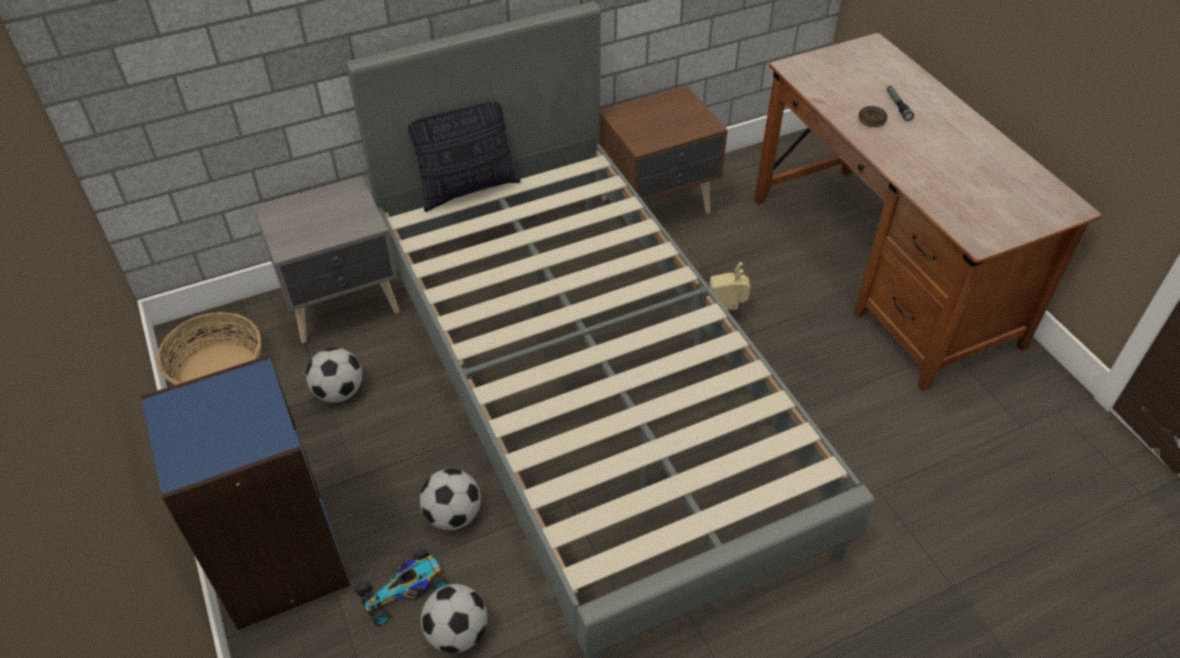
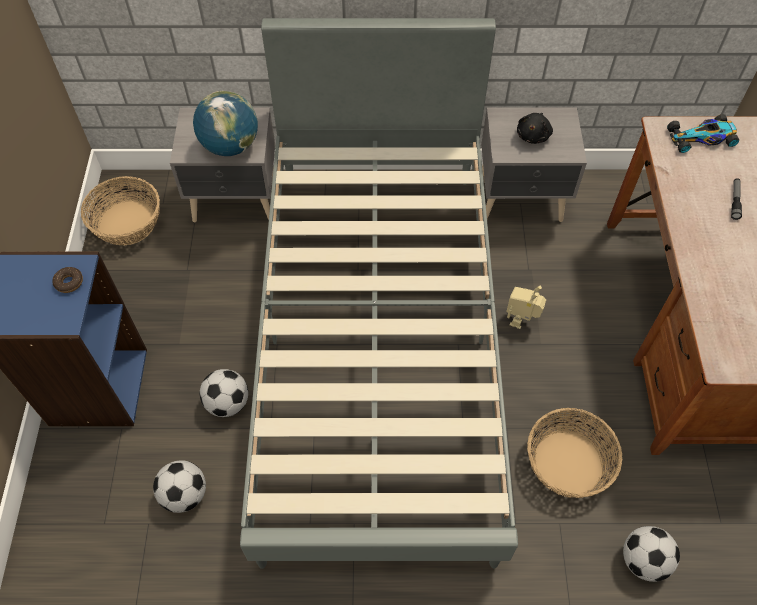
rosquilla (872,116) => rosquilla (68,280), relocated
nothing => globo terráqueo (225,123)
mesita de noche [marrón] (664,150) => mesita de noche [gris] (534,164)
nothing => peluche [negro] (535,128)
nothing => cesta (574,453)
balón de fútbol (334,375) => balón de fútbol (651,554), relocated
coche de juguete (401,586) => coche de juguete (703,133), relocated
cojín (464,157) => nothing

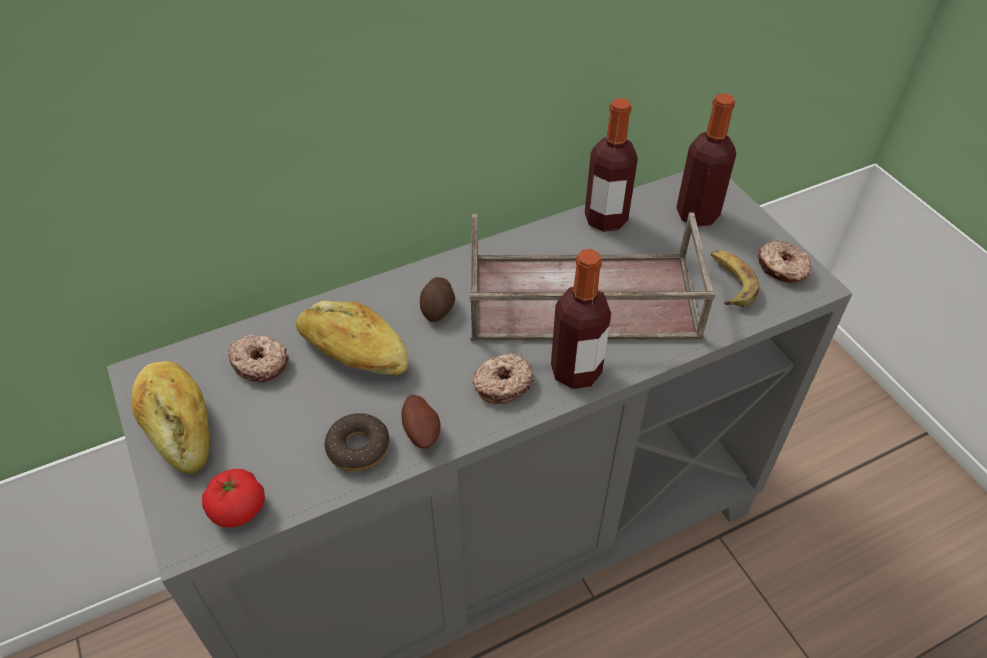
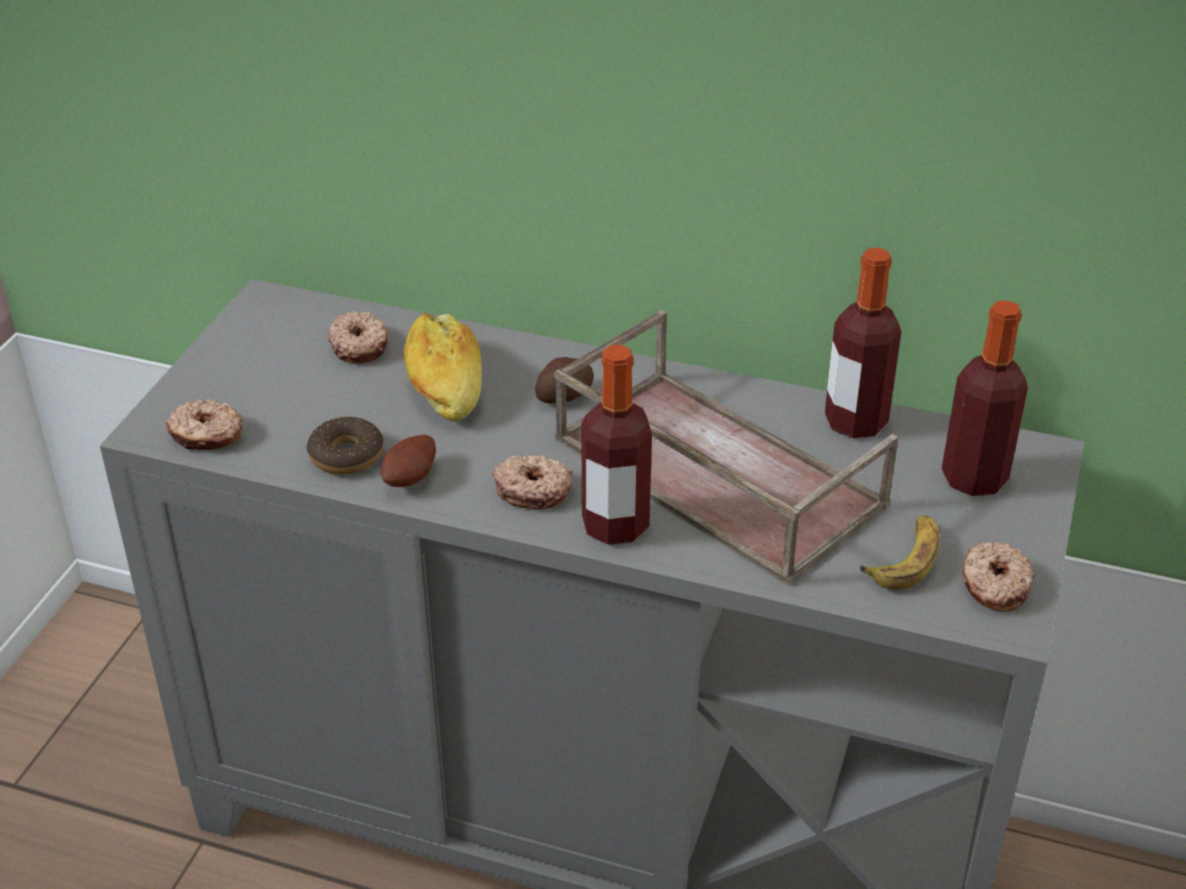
tomate (233,498) => rosquilla (204,424)
pan (170,417) => nothing

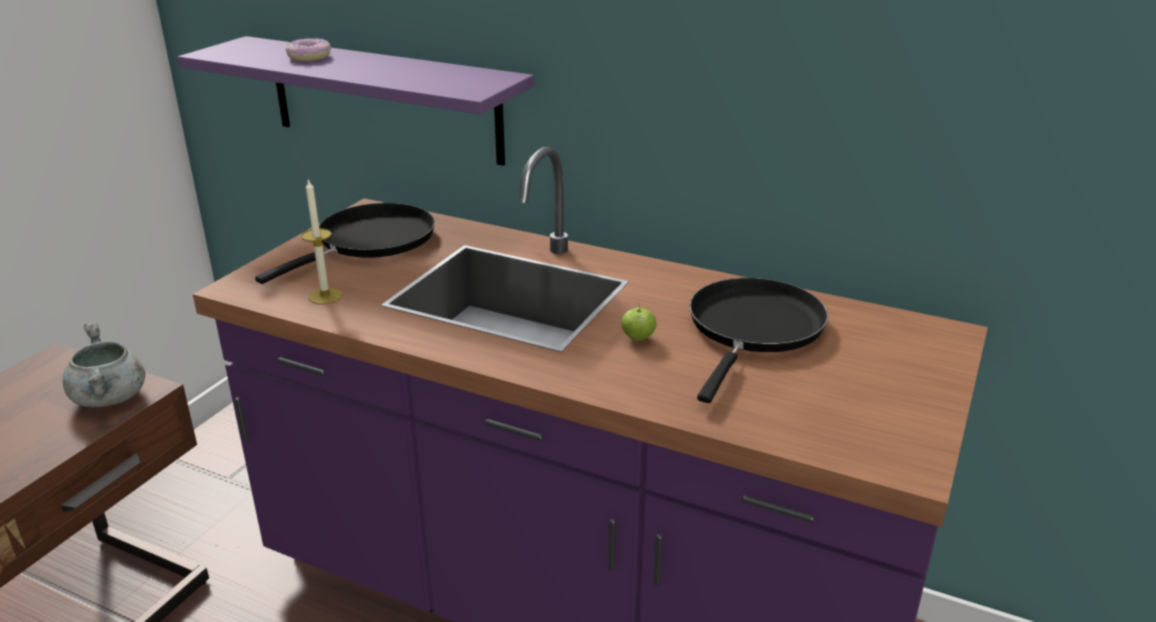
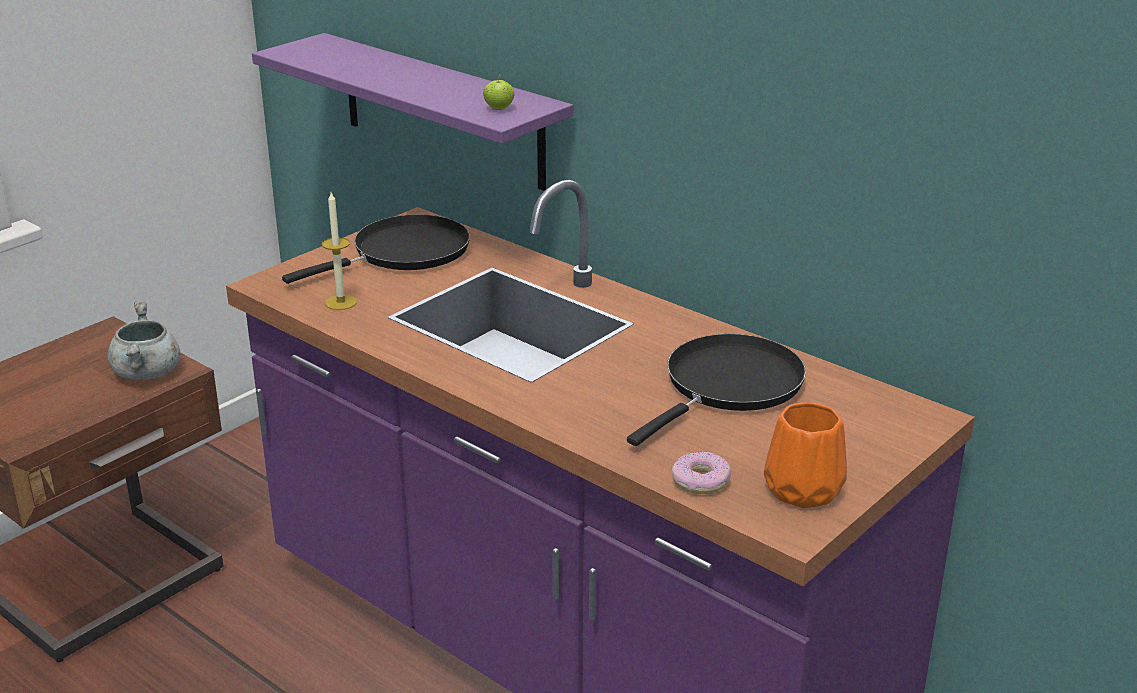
manzana (639,321) => manzana (498,92), relocated
rosquilla (308,49) => rosquilla (701,473), relocated
nothing => florero [naranja] (805,455)

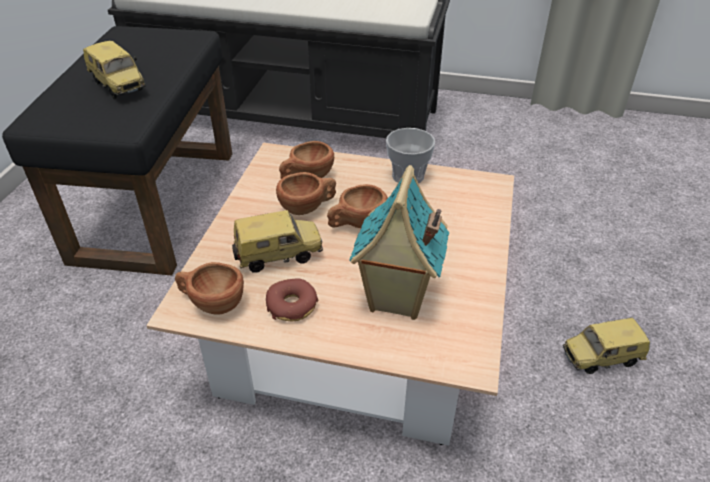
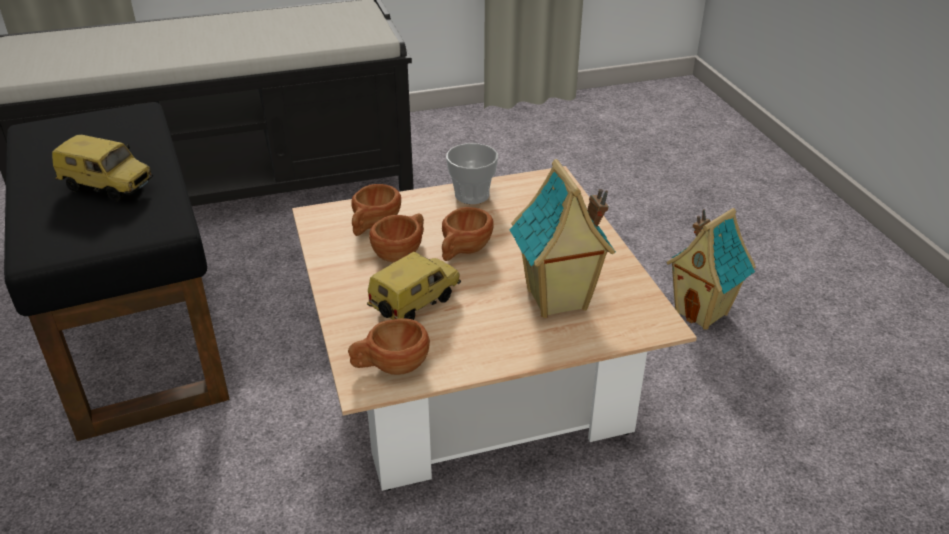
coche de juguete (606,346) => casita (711,269)
rosquilla (292,300) => nothing

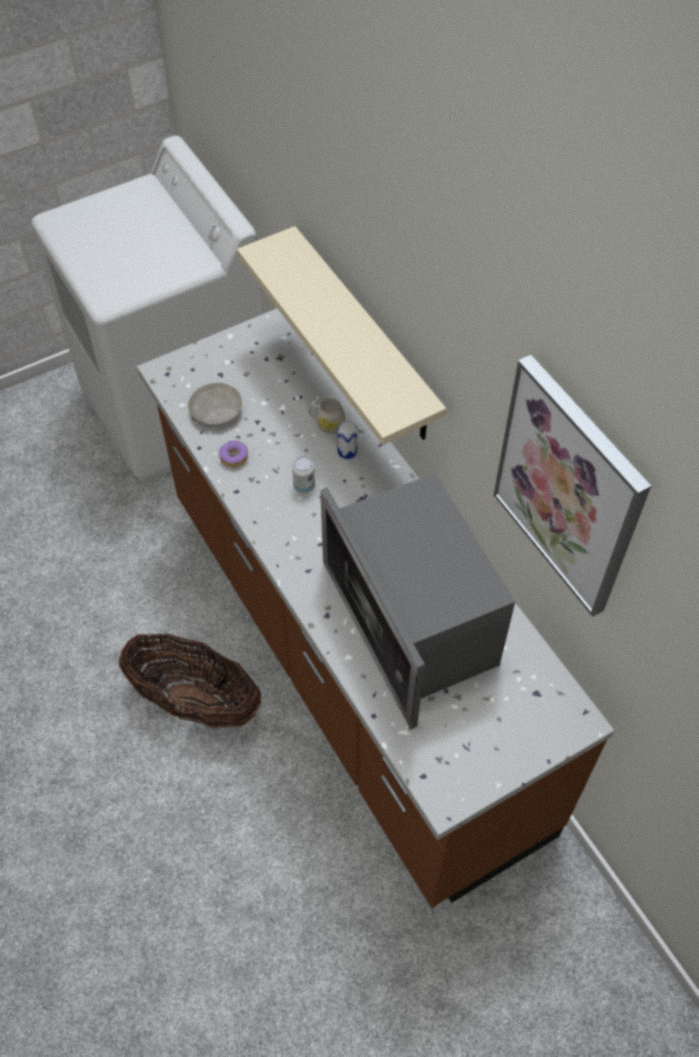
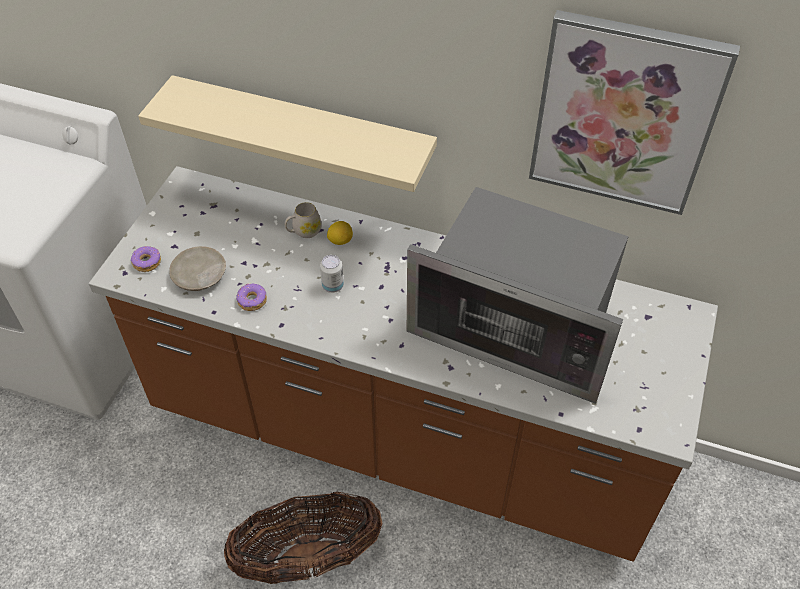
nothing => rosquilla (146,259)
lata (347,440) => limón (340,233)

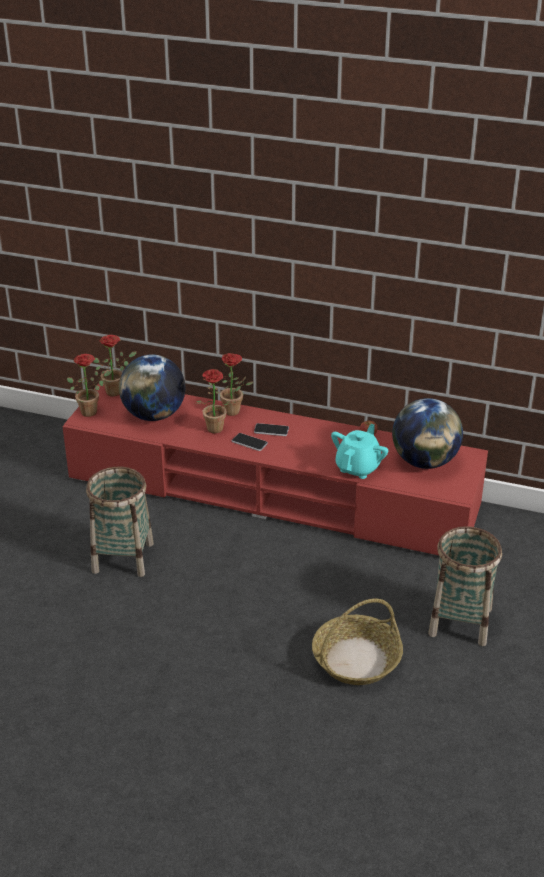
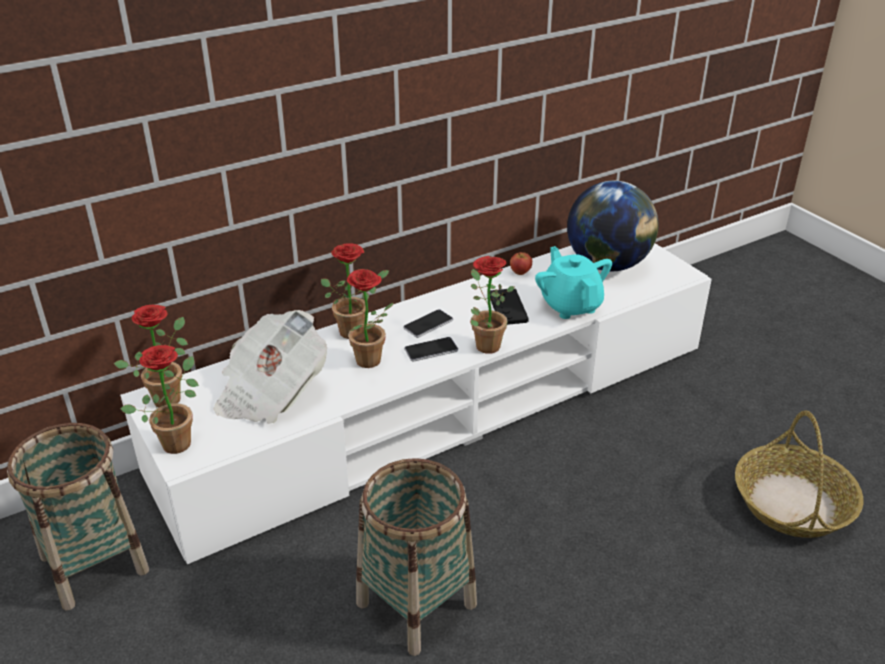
cesta (465,586) => cesta (78,516), relocated
mueble de televisión [rojo] (275,469) => mueble de televisión [blanco] (416,403)
globo terráqueo (152,387) => periódico (270,367)
nothing => planta en maceta (492,305)
nothing => mando de consola [negro] (509,307)

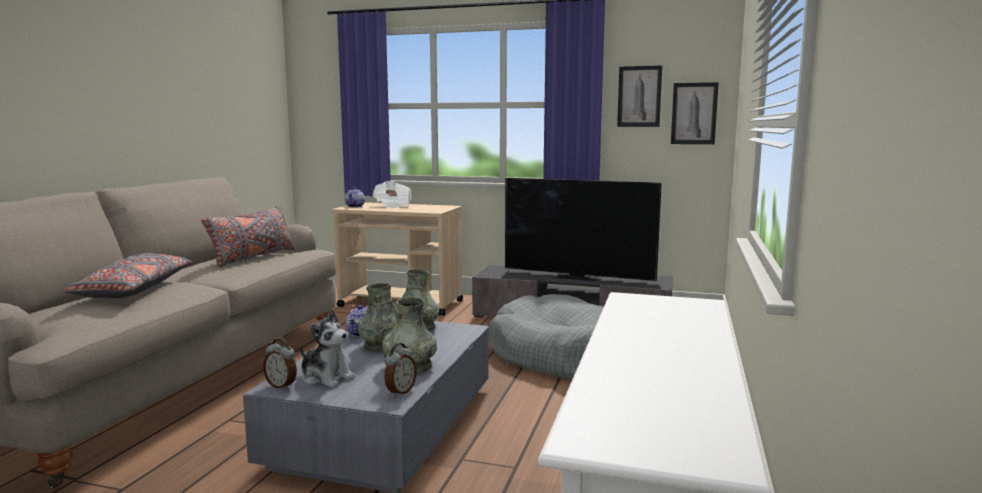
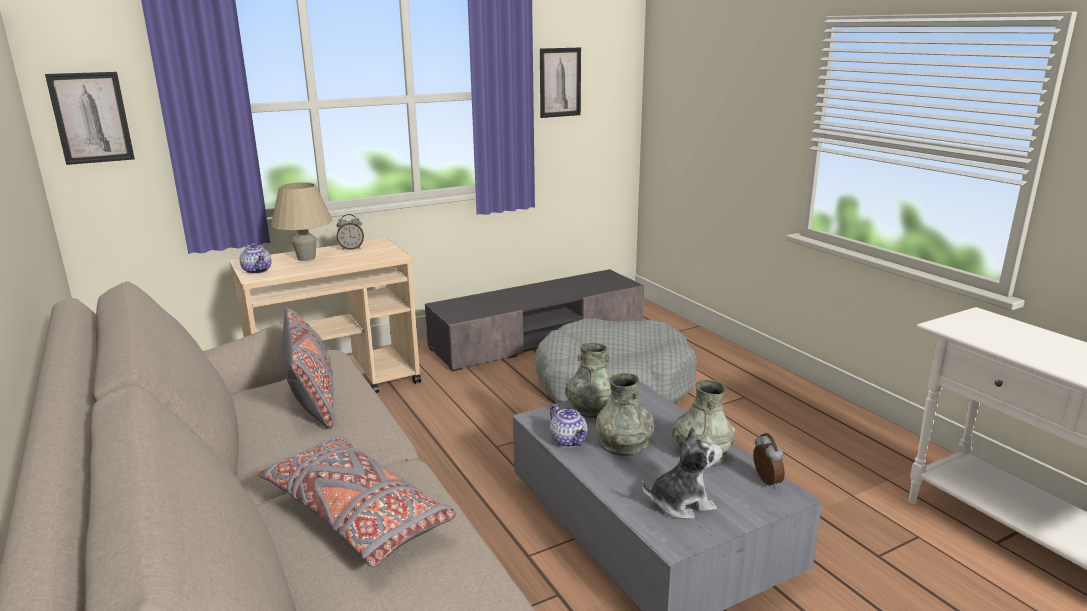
cuadro (695,113) => cuadro (90,118), relocated
periódico (391,195) => lámpara de mesa [beis] (301,221)
despertador (280,364) => despertador (350,232), relocated
televisor (583,229) => nothing

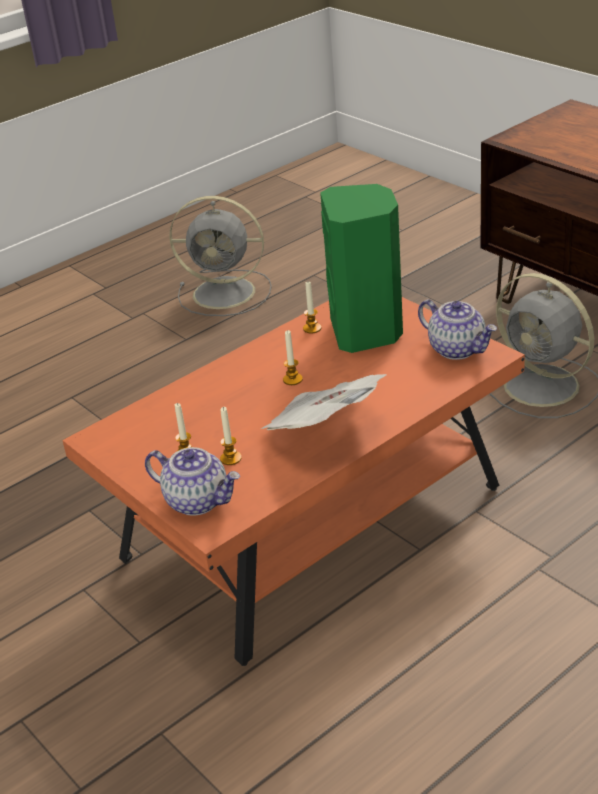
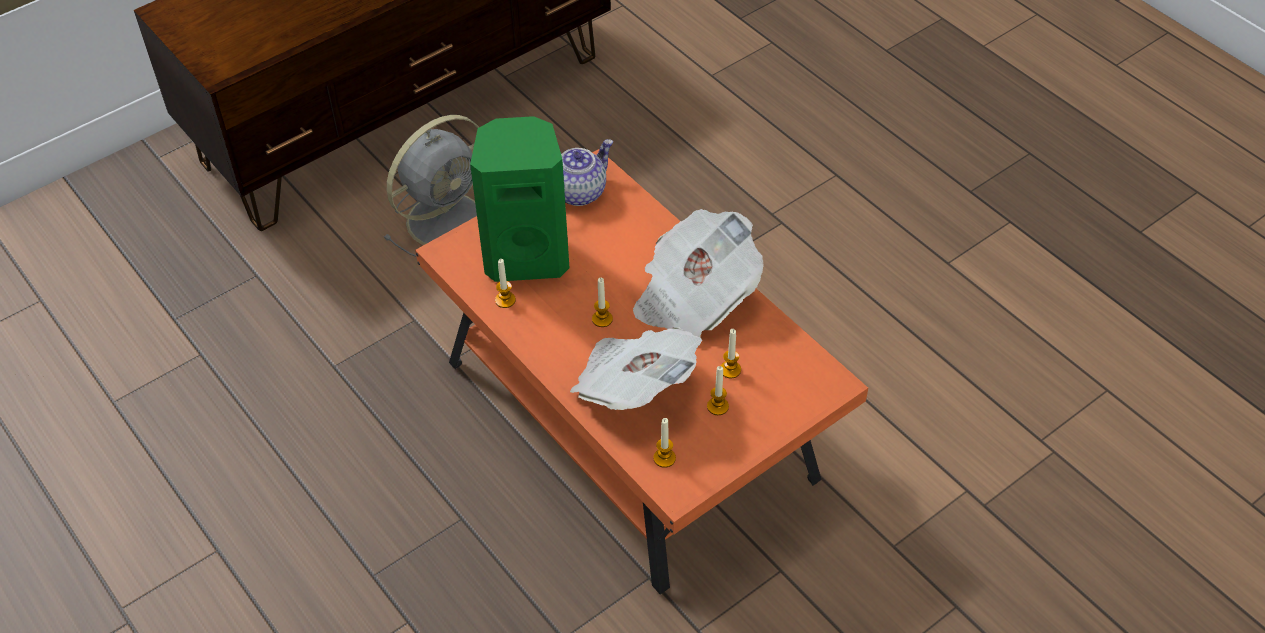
nothing => periódico (636,368)
nothing => vela (664,443)
tetera (192,481) => nothing
ventilador [gris] (220,256) => nothing

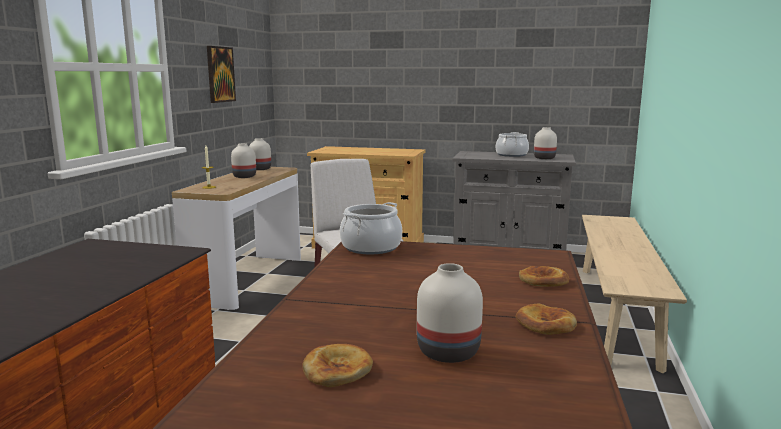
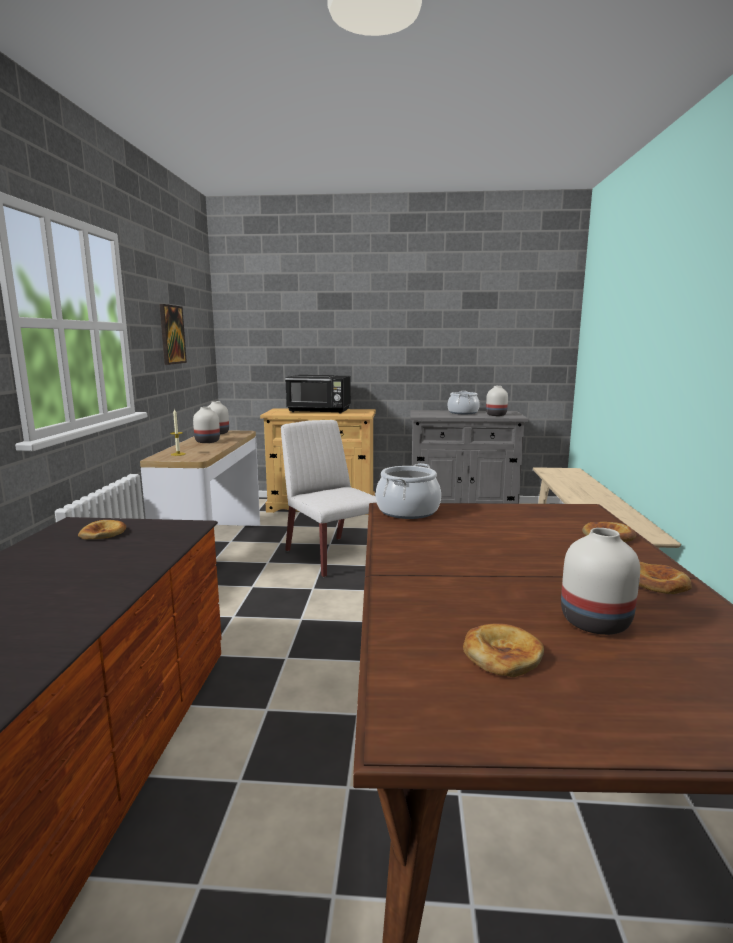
nothing => pan (102,529)
nothing => microondas [negro] (318,394)

